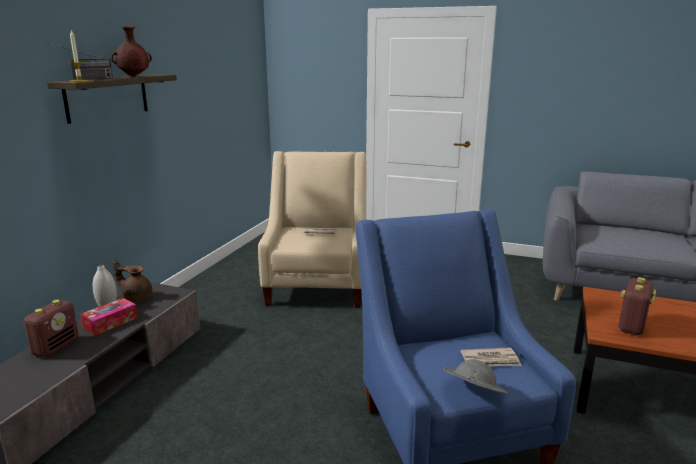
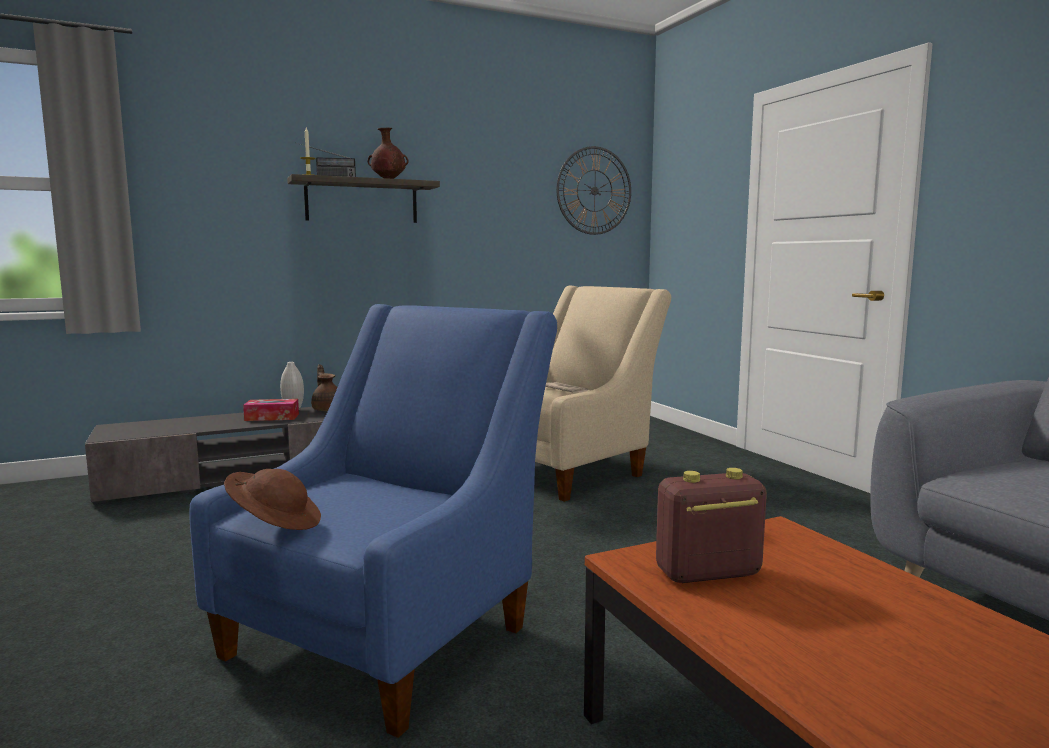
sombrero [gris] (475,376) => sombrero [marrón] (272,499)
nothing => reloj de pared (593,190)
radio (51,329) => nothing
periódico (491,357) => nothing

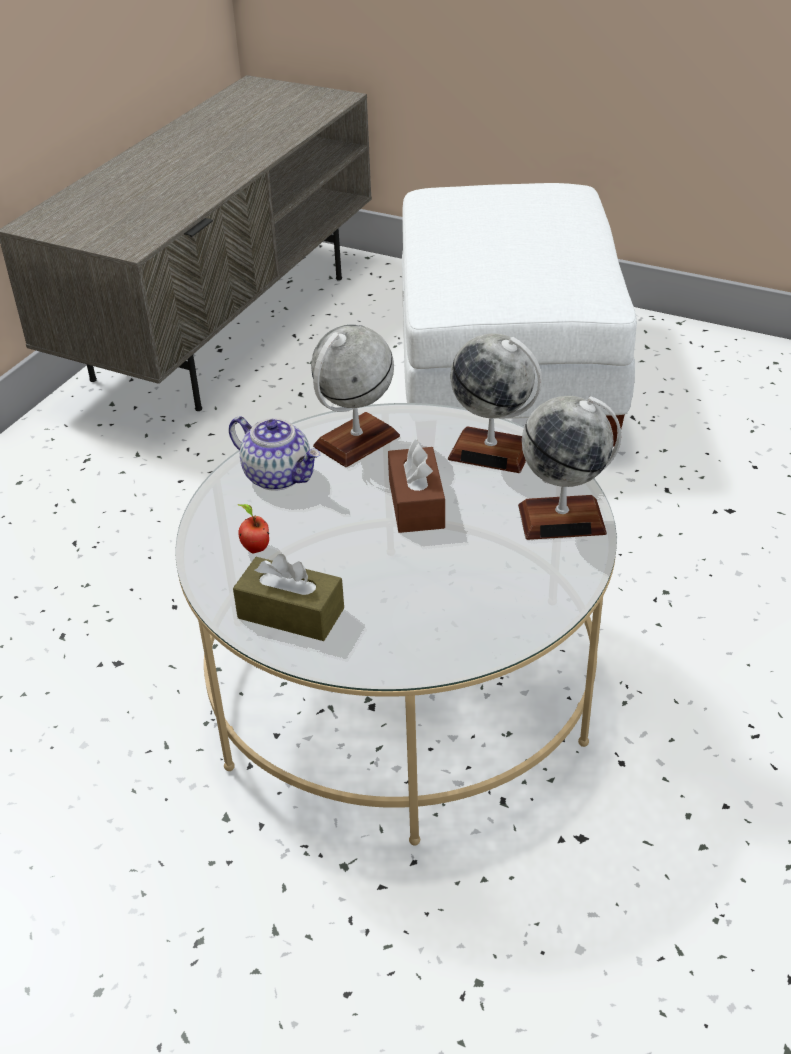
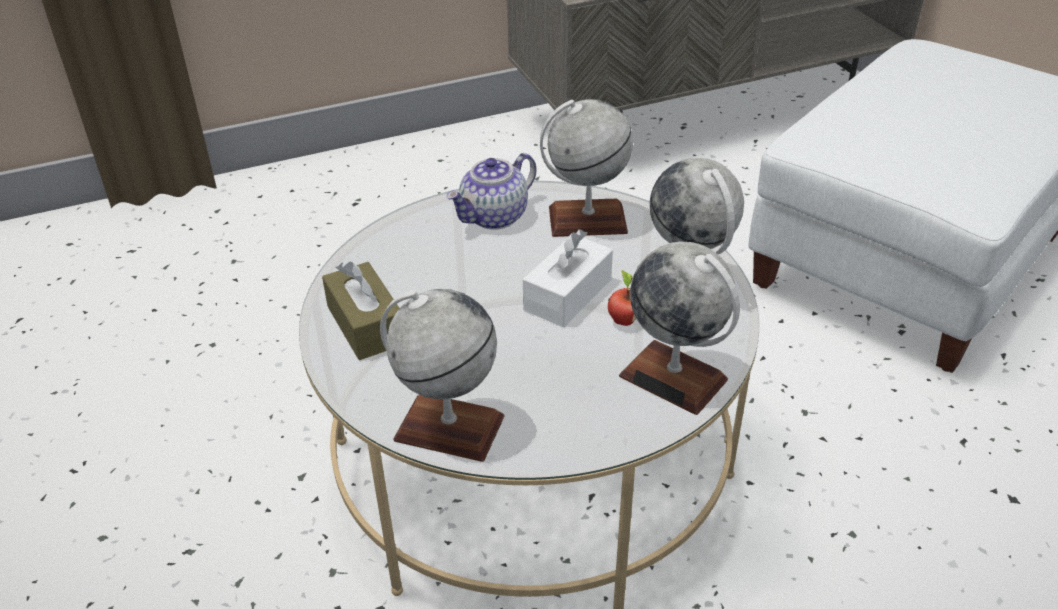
nothing => globo terráqueo (442,375)
tetera (274,453) => tetera (491,191), 60 degrees clockwise
caja de pañuelos [marrón] (416,486) => caja de pañuelos [blanco] (568,278)
manzana (253,528) => manzana (622,298), relocated

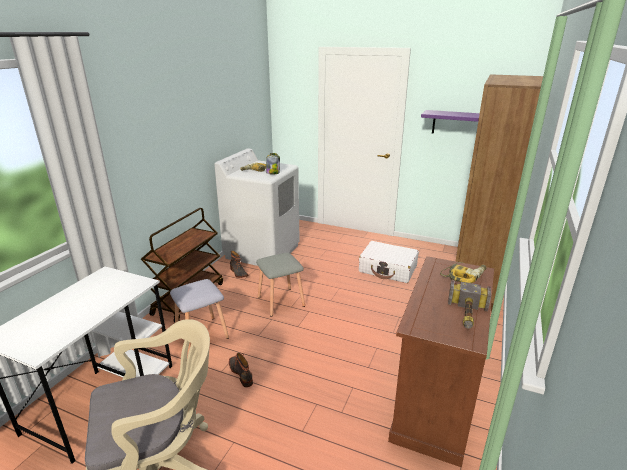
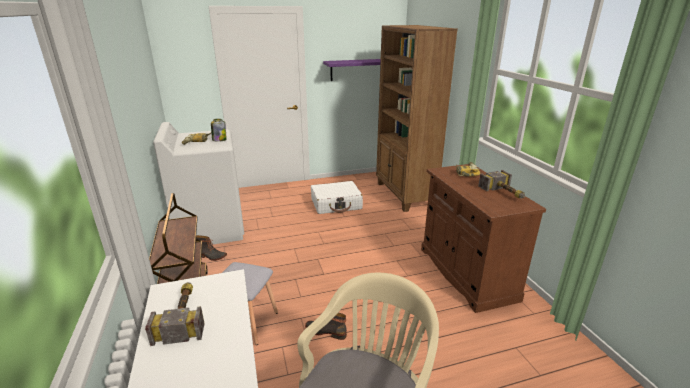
nothing => martillo (175,314)
taburete [gris] (280,285) => nothing

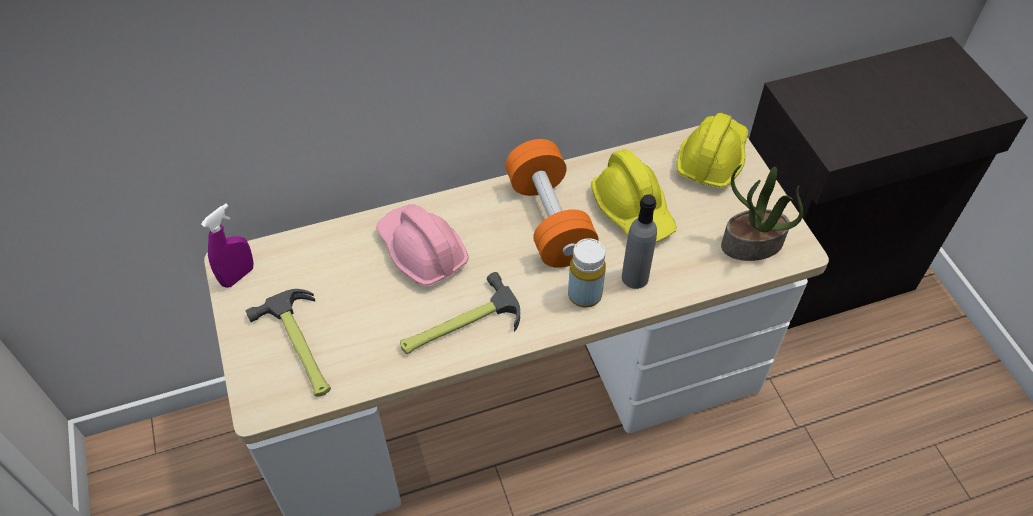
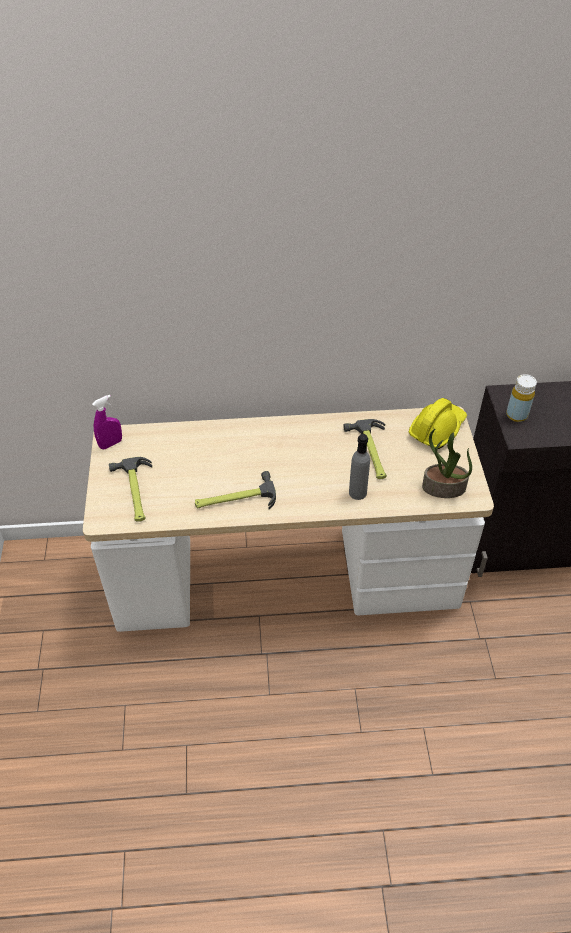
casco [amarillo] (634,195) => martillo (365,449)
botella [amarillo] (587,273) => botella [amarillo] (521,398), relocated
casco [rosa] (422,245) => nothing
mancuerna [naranja] (552,203) => nothing

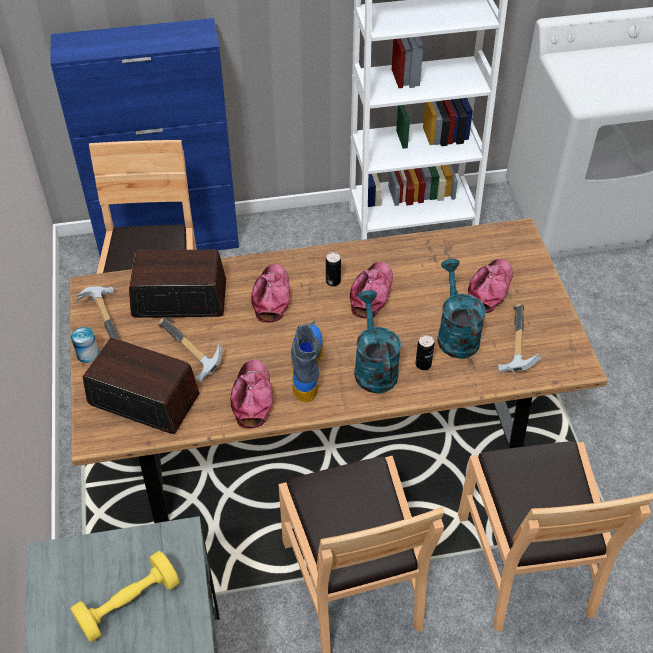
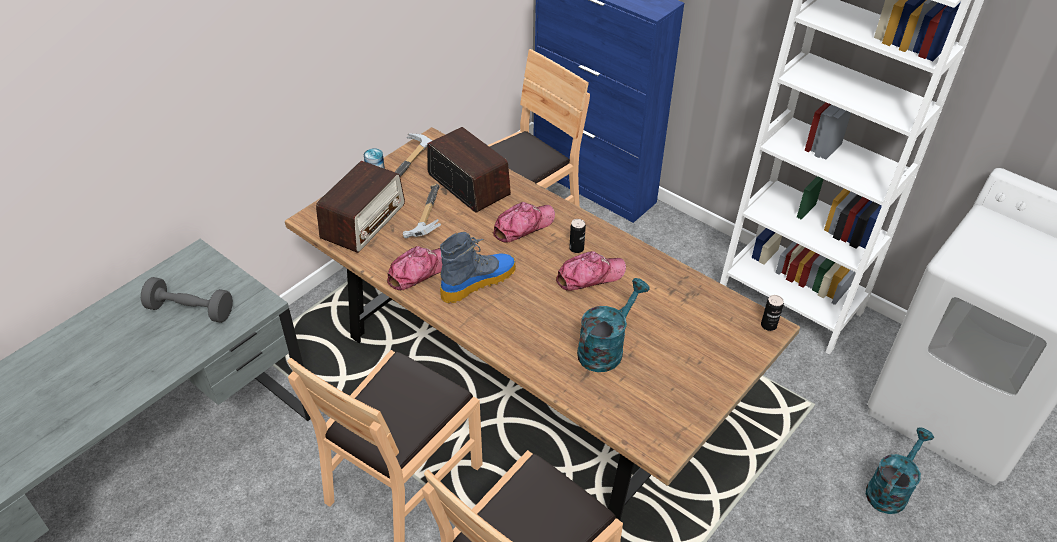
mancuerna [amarillo] (125,596) => mancuerna [gris] (187,300)
radio (141,385) => radio (360,207), 45 degrees clockwise
lata (424,352) => lata (772,313), relocated
regadera [turquesa] (377,342) => regadera [turquesa] (900,470), relocated
gorra (490,286) => nothing
martillo (520,338) => nothing

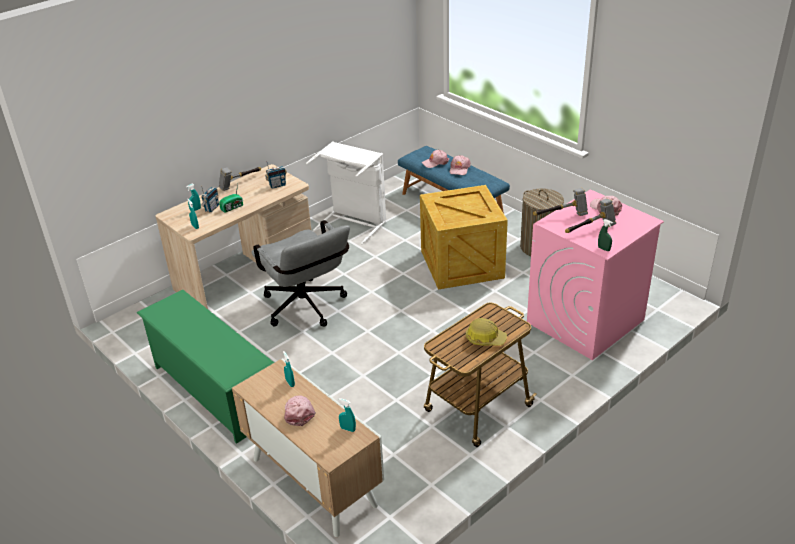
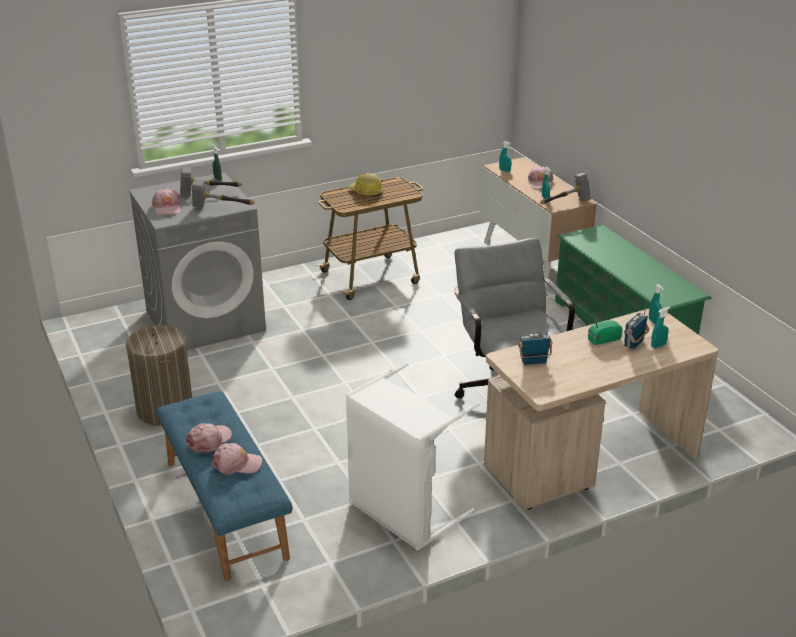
lavadora [rosa] (595,275) => lavadora [gris] (197,261)
martillo (240,179) => martillo (565,188), relocated
caja de embalaje (464,237) => nothing

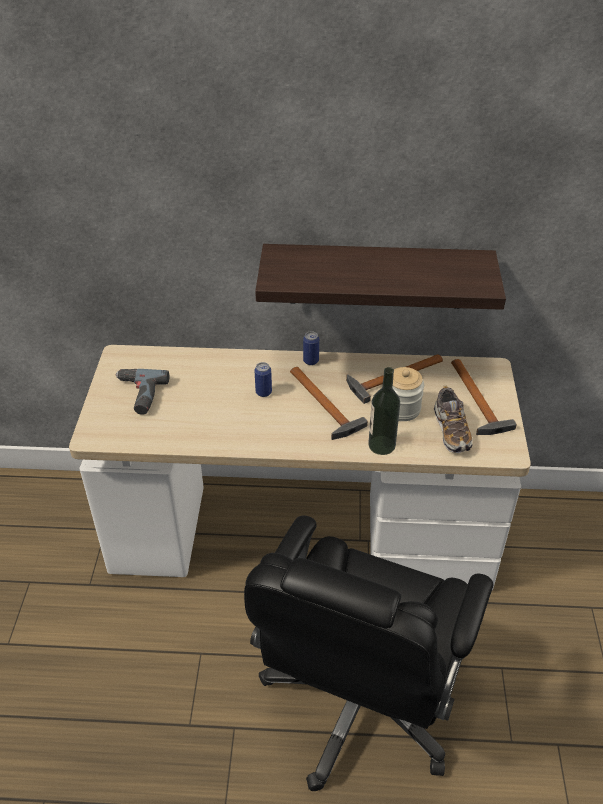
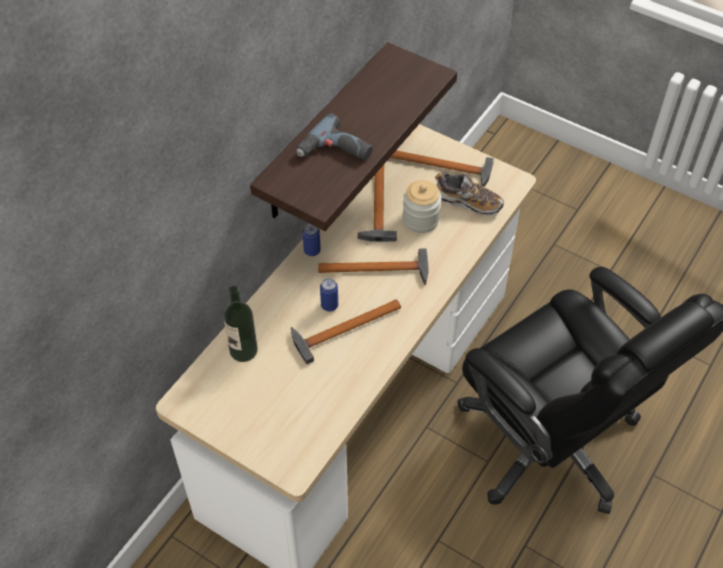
botella (384,411) => botella (240,324), relocated
nothing => martillo (346,331)
taladro (142,392) => taladro (335,136), relocated

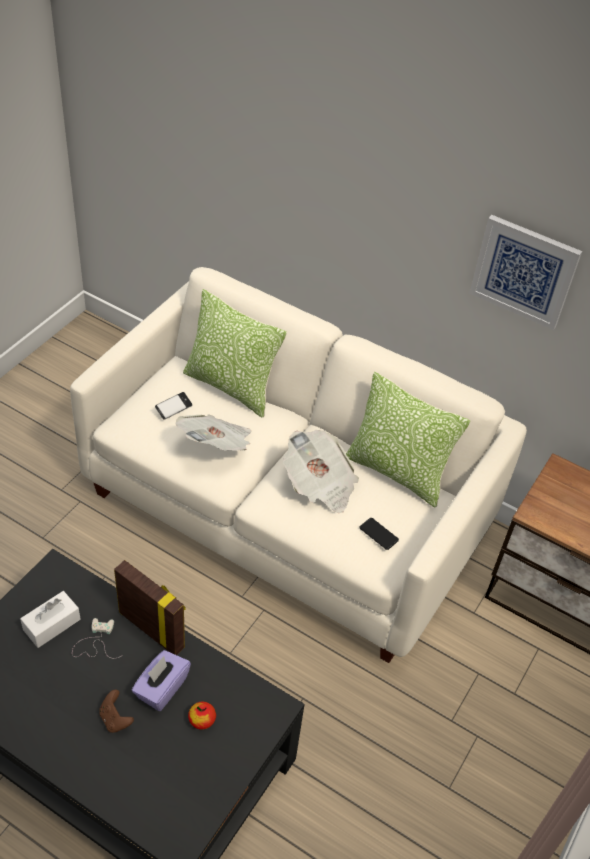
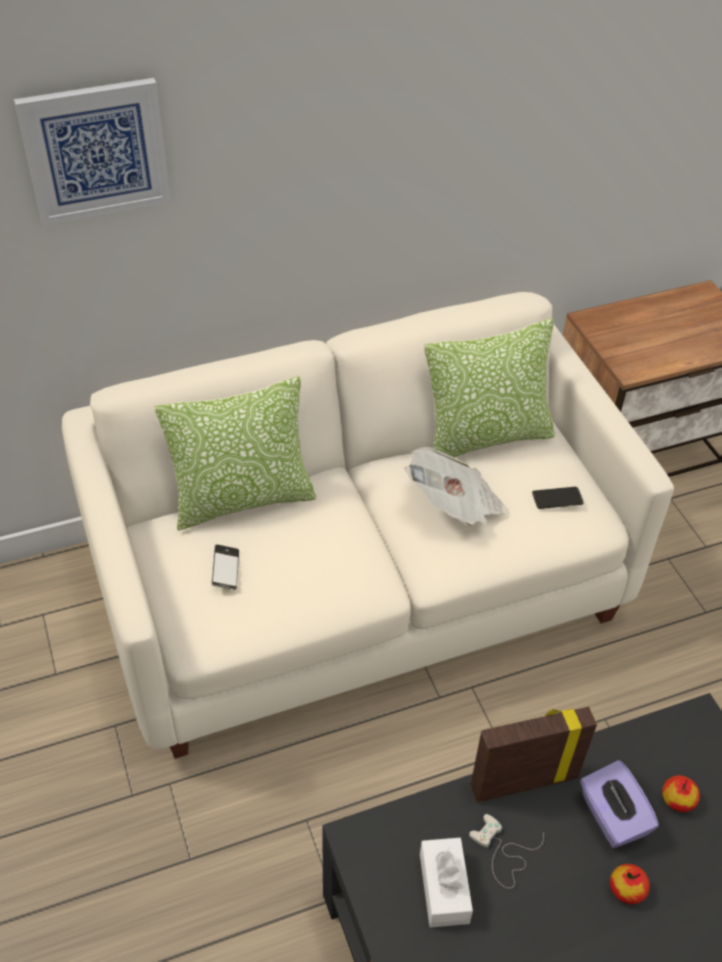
cuadro (525,272) => cuadro (92,152), relocated
mando de consola [marrón] (116,711) => manzana (630,884)
periódico (213,432) => nothing

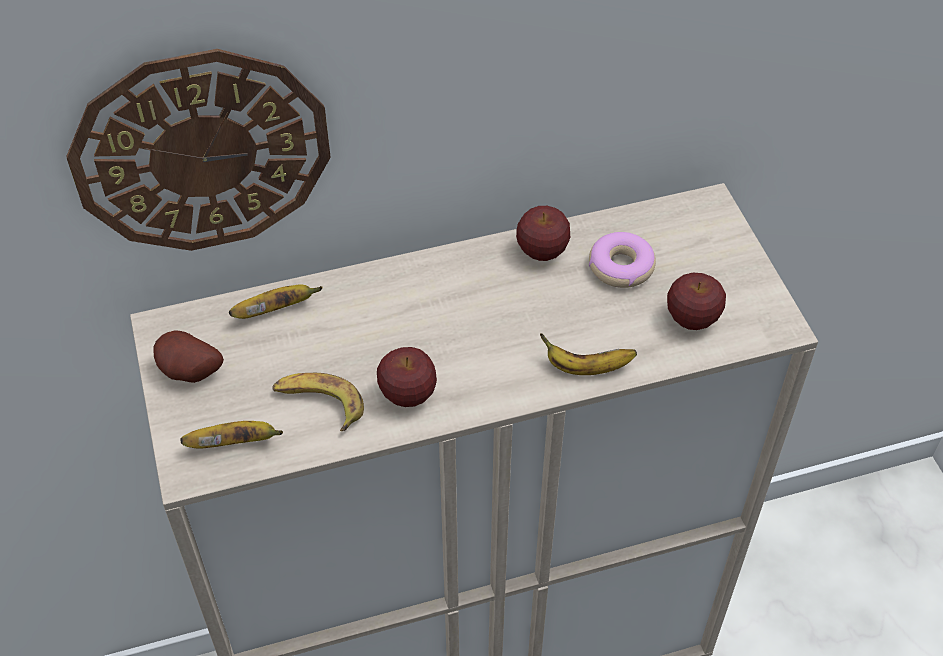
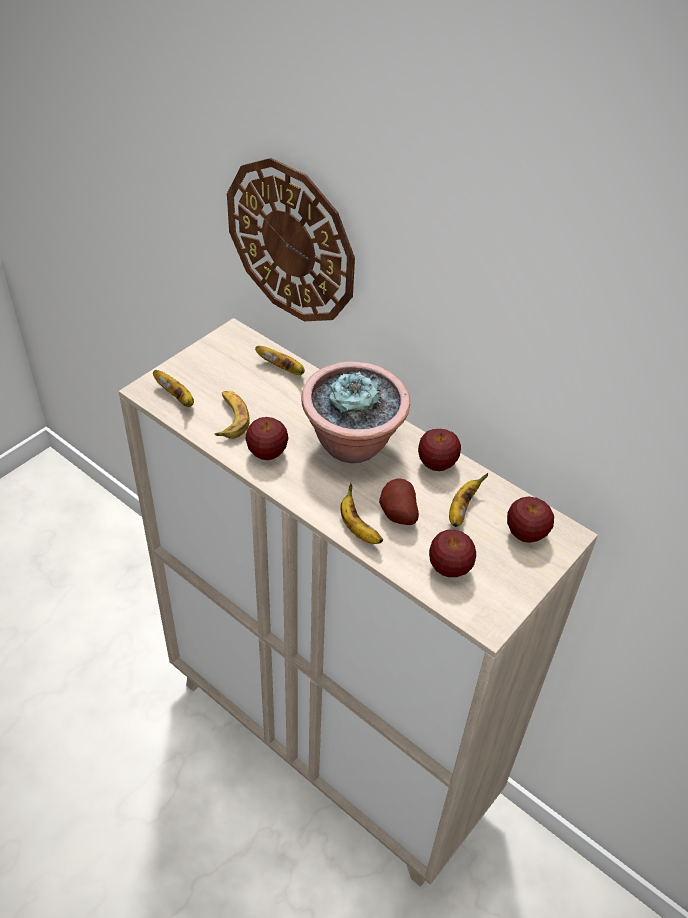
nothing => planta en maceta (355,412)
patata (188,357) => patata (399,502), relocated
rosquilla (622,260) => plátano (469,500)
nothing => manzana (530,520)

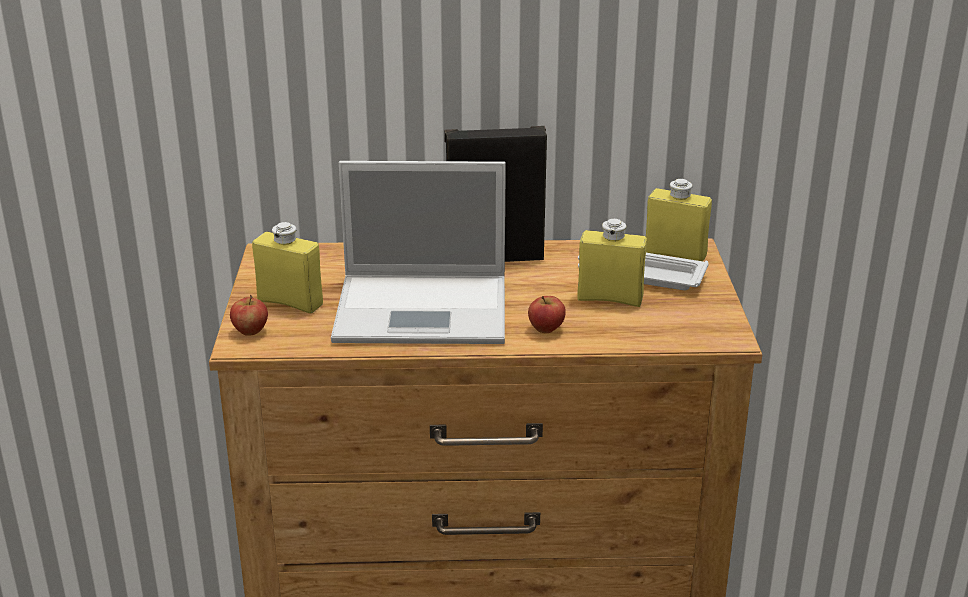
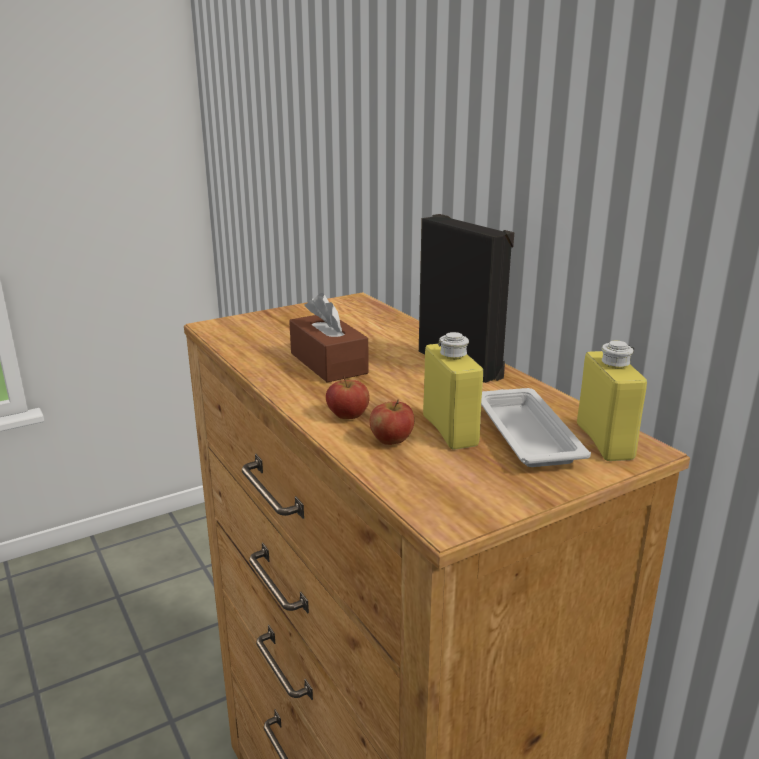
portátil (418,252) => caja de pañuelos [marrón] (329,338)
manzana (249,315) => manzana (391,422), relocated
botella [amarillo] (287,267) => nothing

